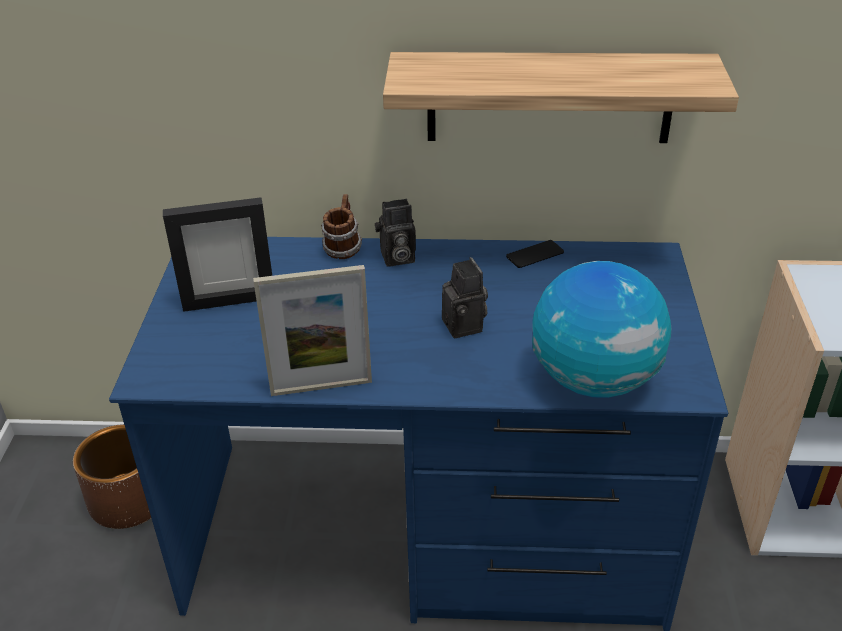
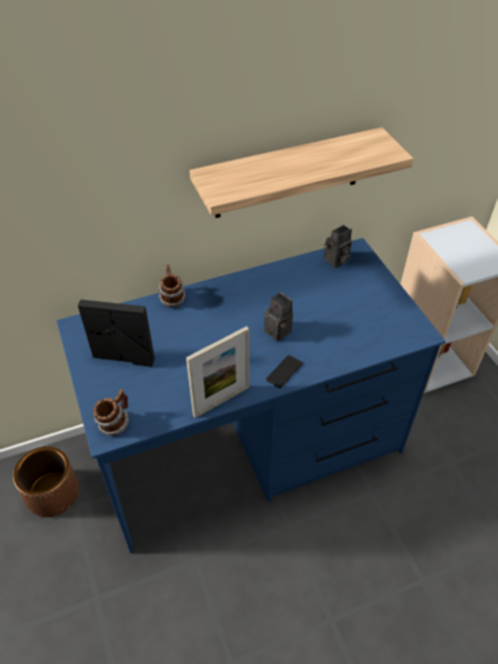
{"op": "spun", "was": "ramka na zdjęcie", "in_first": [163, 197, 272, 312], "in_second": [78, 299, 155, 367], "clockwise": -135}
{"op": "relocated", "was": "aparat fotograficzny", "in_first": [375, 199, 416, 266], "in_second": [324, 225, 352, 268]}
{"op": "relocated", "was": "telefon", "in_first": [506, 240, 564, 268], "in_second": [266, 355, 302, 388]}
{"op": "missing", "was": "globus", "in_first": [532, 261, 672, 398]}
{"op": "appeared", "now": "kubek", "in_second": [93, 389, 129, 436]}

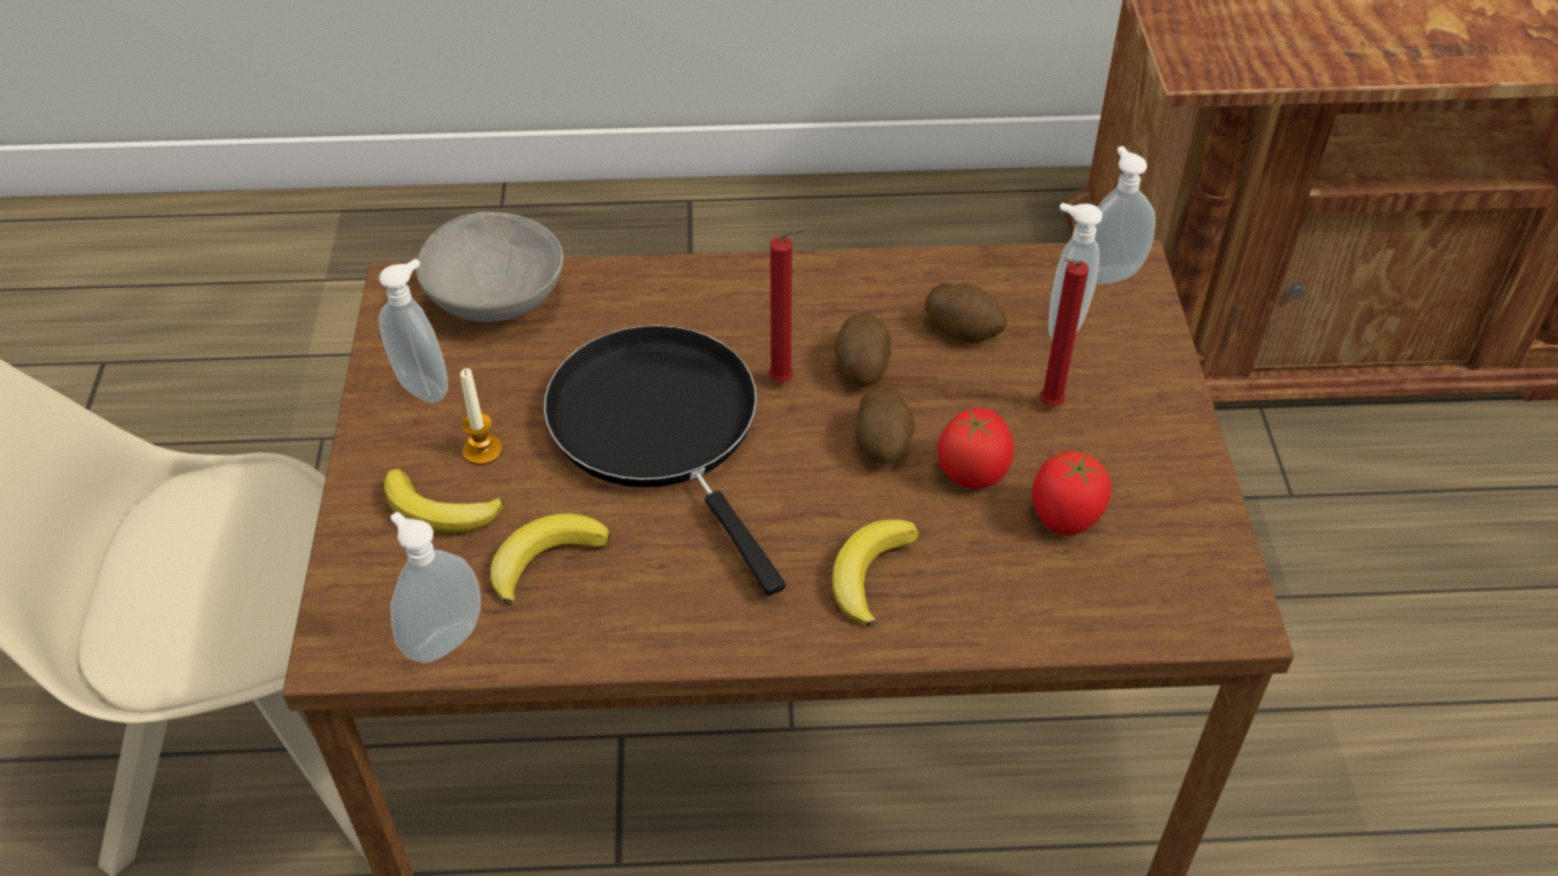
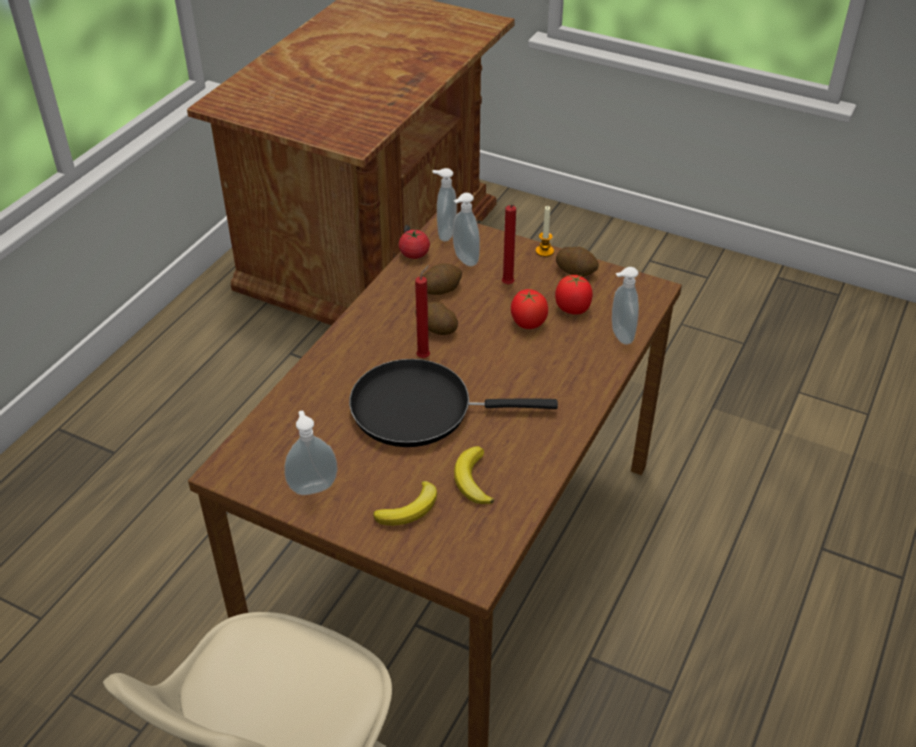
{"op": "missing", "was": "miska (szary)", "in_first": [416, 212, 563, 322]}
{"op": "relocated", "was": "świeca", "in_first": [460, 368, 502, 465], "in_second": [536, 206, 554, 257]}
{"op": "relocated", "was": "ziemniak", "in_first": [855, 387, 915, 464], "in_second": [556, 247, 599, 277]}
{"op": "relocated", "was": "dozownik mydła", "in_first": [391, 512, 481, 663], "in_second": [612, 267, 639, 345]}
{"op": "missing", "was": "banan", "in_first": [832, 519, 919, 628]}
{"op": "appeared", "now": "pomidor", "in_second": [399, 230, 430, 259]}

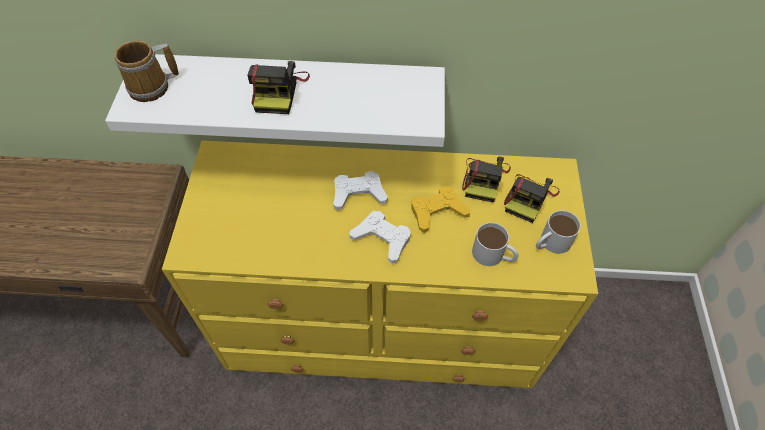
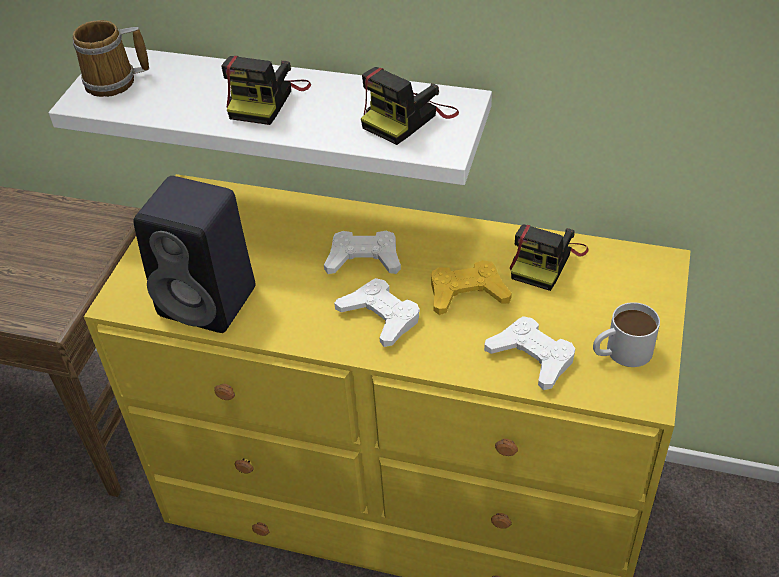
{"op": "relocated", "was": "aparat fotograficzny", "in_first": [504, 174, 559, 223], "in_second": [361, 67, 459, 145]}
{"op": "exchanged", "was": "kubek (biały)", "now": "pad do gier (biały)", "in_first": [472, 222, 519, 266], "in_second": [484, 316, 575, 390]}
{"op": "appeared", "now": "głośnik (czarny)", "in_second": [133, 176, 255, 333]}

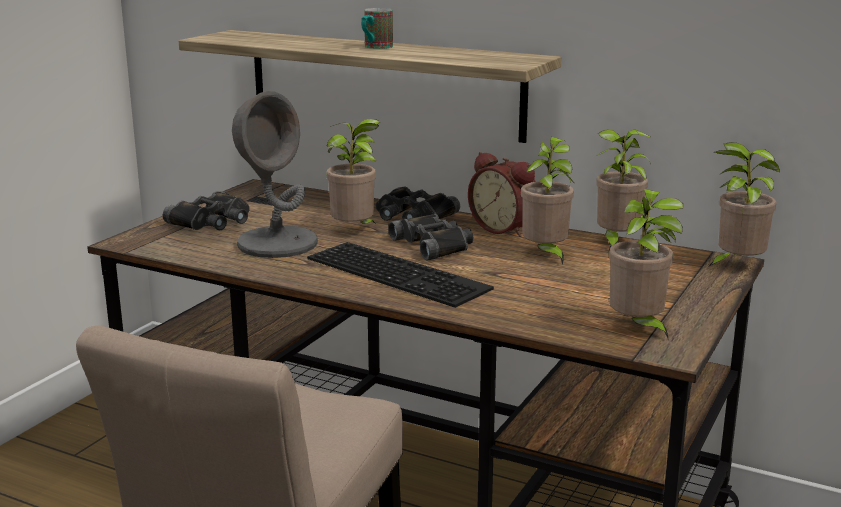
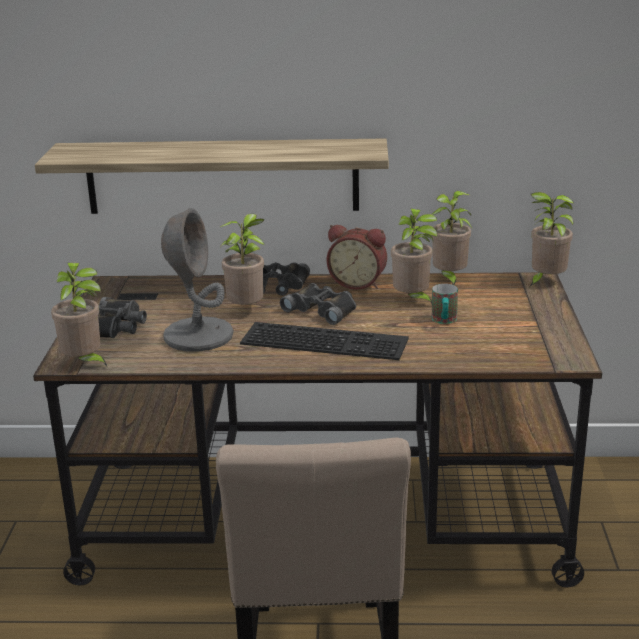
{"op": "relocated", "was": "kubek", "in_first": [361, 8, 393, 49], "in_second": [432, 284, 458, 324]}
{"op": "relocated", "was": "roślina doniczkowa", "in_first": [609, 189, 683, 340], "in_second": [51, 263, 108, 368]}

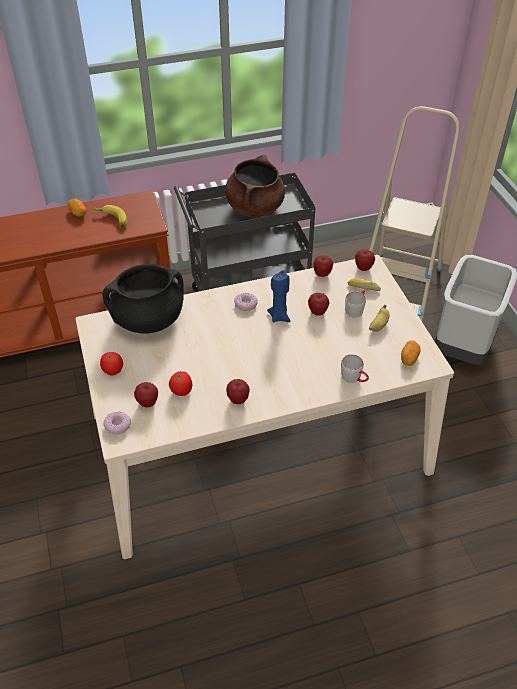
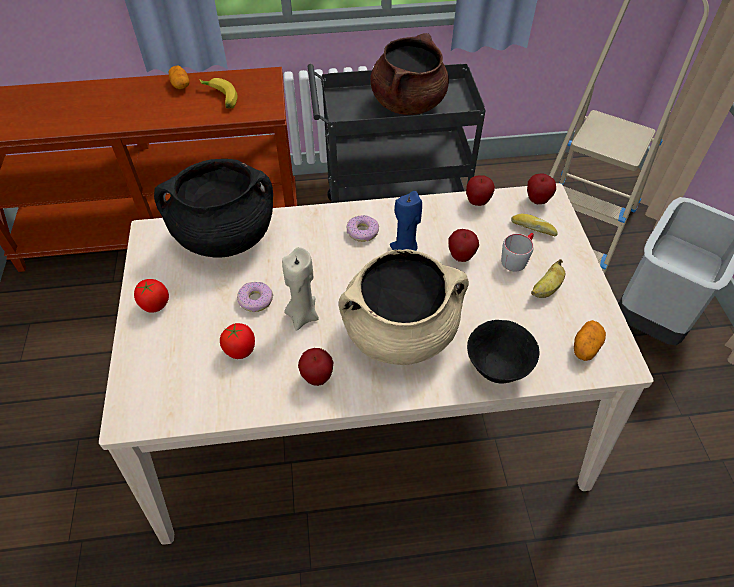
{"op": "exchanged", "was": "kubek (szary)", "now": "miska (czarny)", "in_first": [341, 354, 369, 383], "in_second": [467, 320, 540, 383]}
{"op": "missing", "was": "jabłko", "in_first": [134, 382, 158, 407]}
{"op": "relocated", "was": "donut", "in_first": [104, 412, 131, 435], "in_second": [237, 282, 273, 312]}
{"op": "appeared", "now": "świeca (beżowy)", "in_second": [282, 247, 319, 331]}
{"op": "appeared", "now": "garnek (beżowy)", "in_second": [339, 249, 469, 365]}

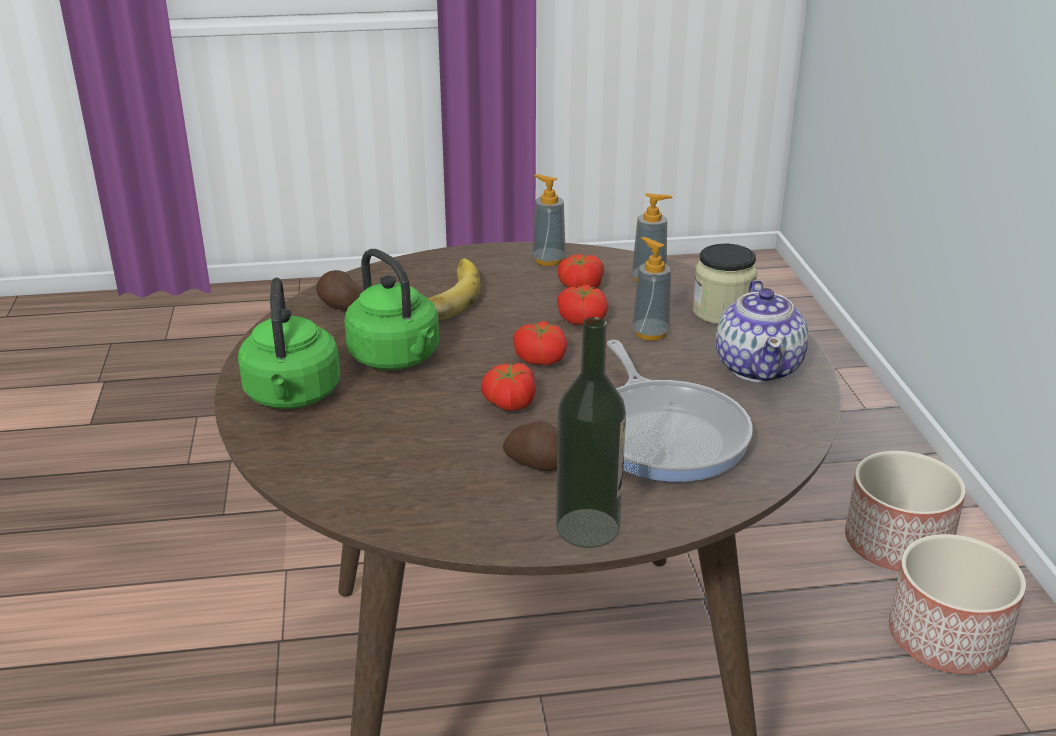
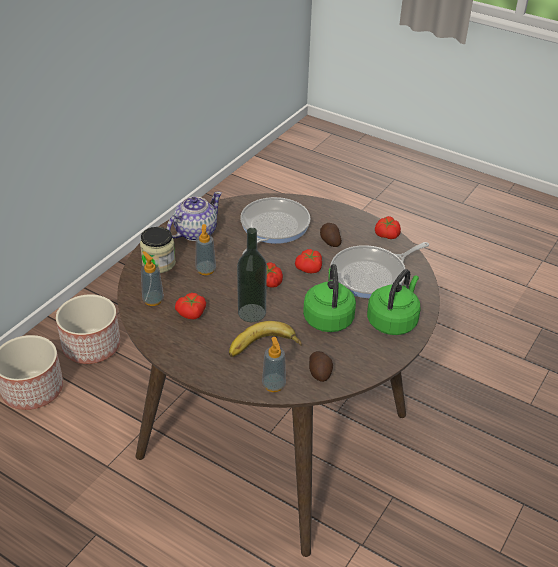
{"op": "relocated", "was": "dozownik mydła", "in_first": [532, 174, 566, 266], "in_second": [262, 337, 286, 392]}
{"op": "relocated", "was": "pomidor", "in_first": [557, 284, 608, 325], "in_second": [375, 216, 401, 239]}
{"op": "relocated", "was": "butelka", "in_first": [556, 317, 626, 548], "in_second": [237, 228, 267, 322]}
{"op": "appeared", "now": "patelnia", "in_second": [330, 242, 429, 298]}

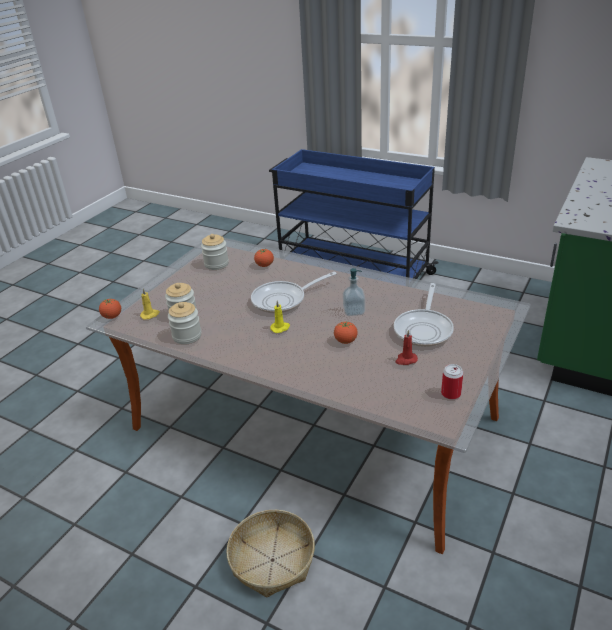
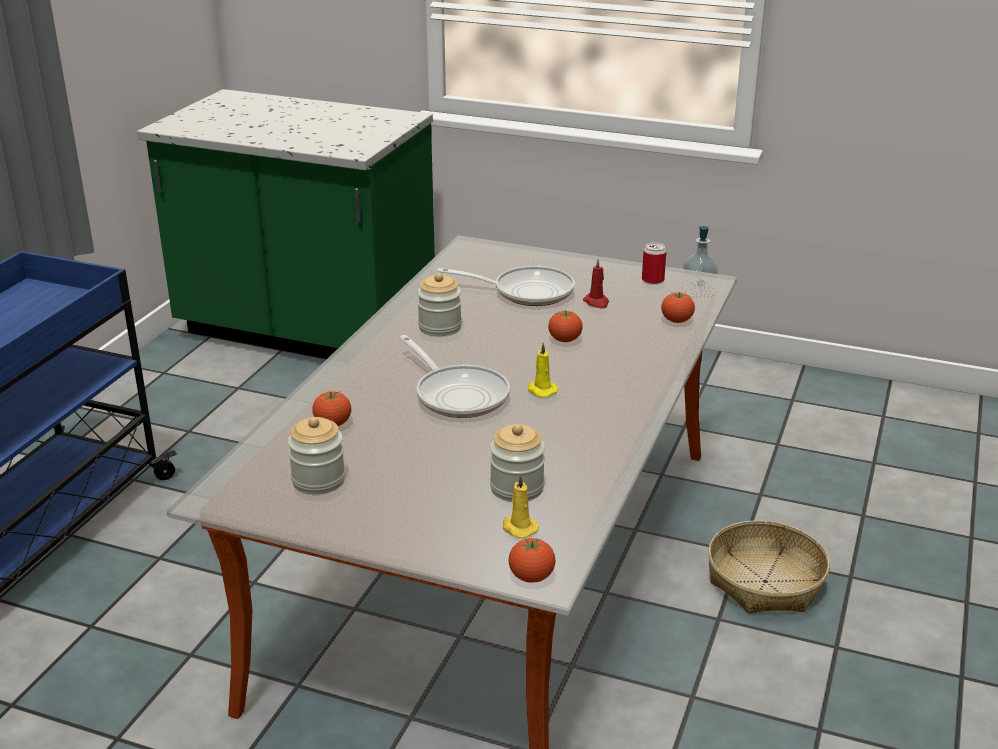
{"op": "relocated", "was": "dozownik mydła", "in_first": [343, 268, 365, 316], "in_second": [682, 226, 718, 297]}
{"op": "relocated", "was": "słoik", "in_first": [168, 302, 202, 344], "in_second": [417, 273, 462, 336]}
{"op": "appeared", "now": "pomidor", "in_second": [661, 292, 695, 323]}

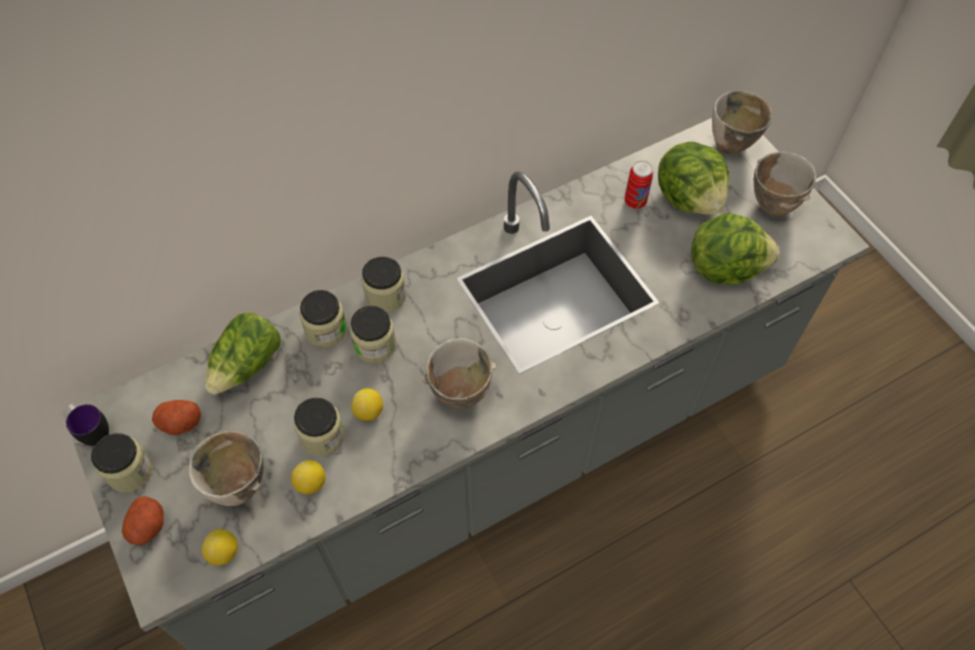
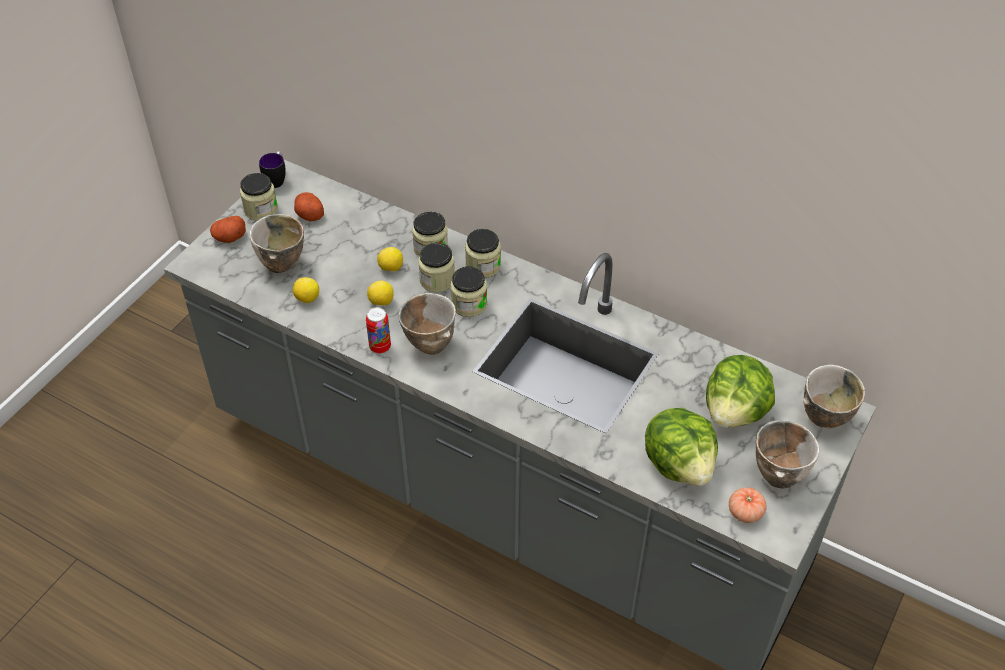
{"op": "relocated", "was": "puszka", "in_first": [625, 161, 653, 209], "in_second": [366, 307, 391, 354]}
{"op": "missing", "was": "sałata", "in_first": [205, 312, 281, 395]}
{"op": "relocated", "was": "słoik", "in_first": [294, 397, 345, 456], "in_second": [450, 266, 487, 317]}
{"op": "relocated", "was": "cytryna", "in_first": [202, 529, 238, 566], "in_second": [377, 247, 403, 271]}
{"op": "appeared", "now": "pomidor", "in_second": [729, 488, 767, 523]}

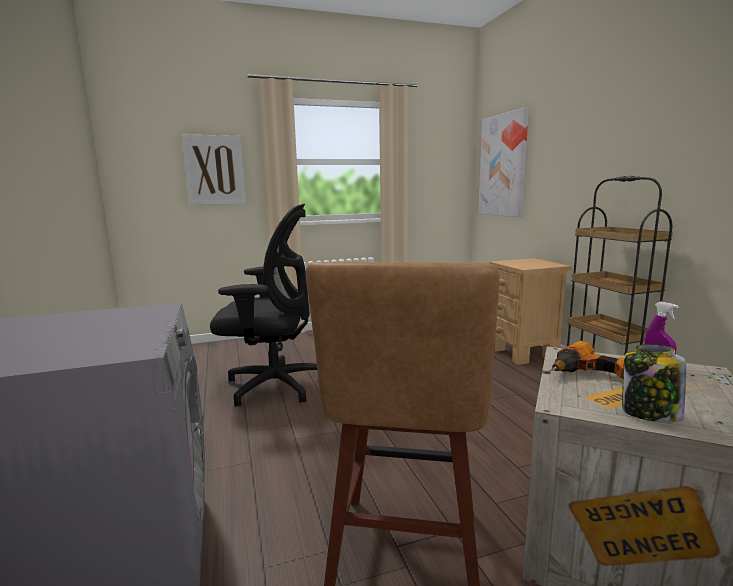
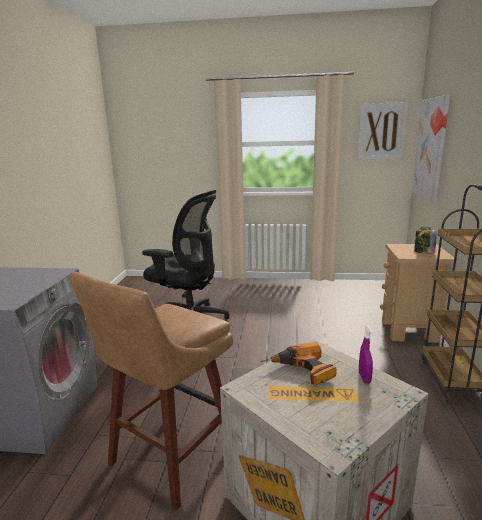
{"op": "relocated", "was": "obraz", "in_first": [181, 134, 246, 205], "in_second": [357, 102, 408, 160]}
{"op": "relocated", "was": "słoik", "in_first": [622, 344, 686, 422], "in_second": [414, 227, 437, 254]}

